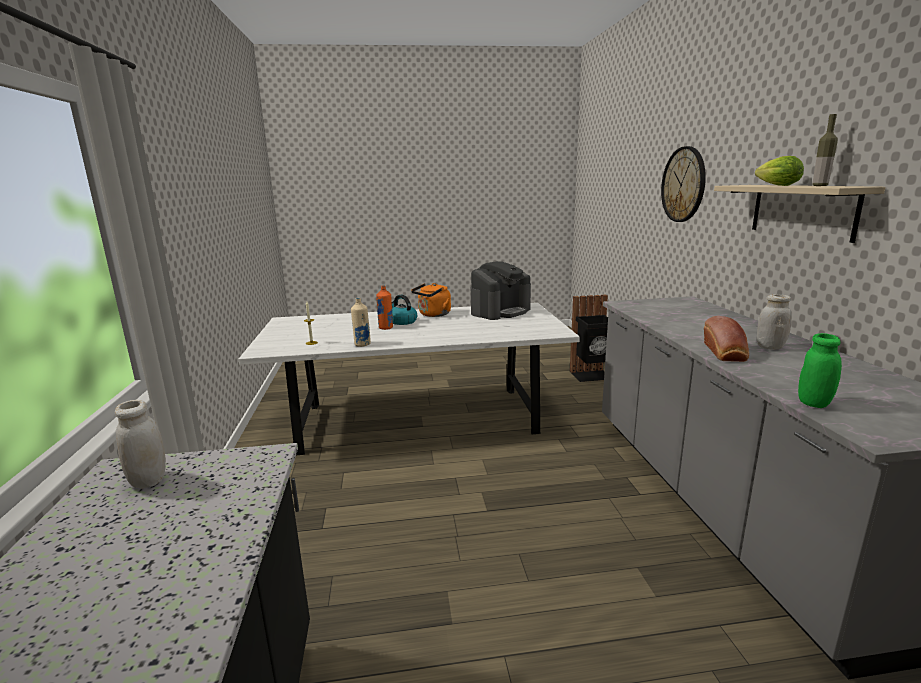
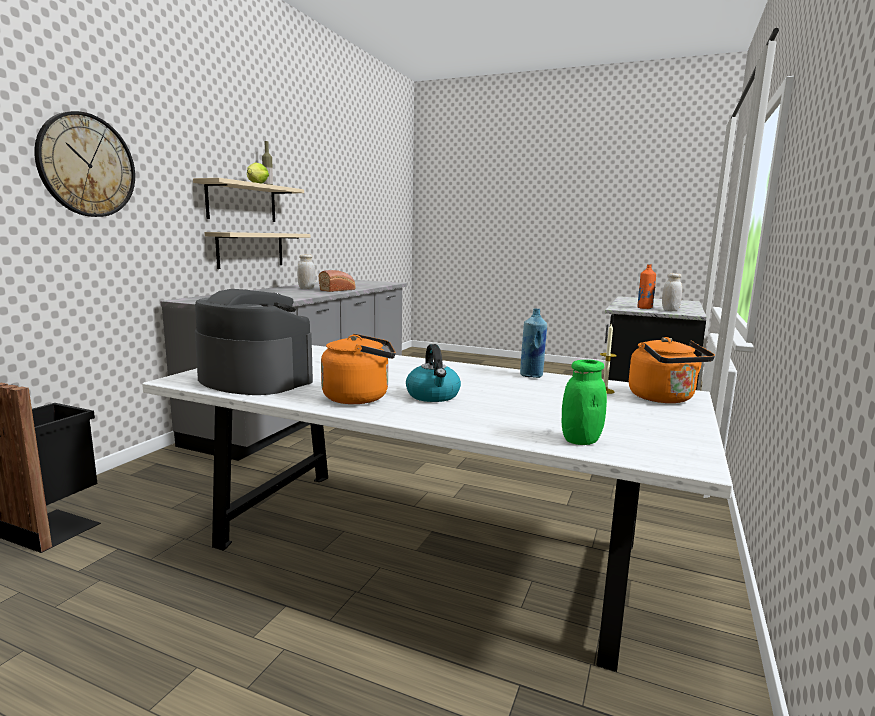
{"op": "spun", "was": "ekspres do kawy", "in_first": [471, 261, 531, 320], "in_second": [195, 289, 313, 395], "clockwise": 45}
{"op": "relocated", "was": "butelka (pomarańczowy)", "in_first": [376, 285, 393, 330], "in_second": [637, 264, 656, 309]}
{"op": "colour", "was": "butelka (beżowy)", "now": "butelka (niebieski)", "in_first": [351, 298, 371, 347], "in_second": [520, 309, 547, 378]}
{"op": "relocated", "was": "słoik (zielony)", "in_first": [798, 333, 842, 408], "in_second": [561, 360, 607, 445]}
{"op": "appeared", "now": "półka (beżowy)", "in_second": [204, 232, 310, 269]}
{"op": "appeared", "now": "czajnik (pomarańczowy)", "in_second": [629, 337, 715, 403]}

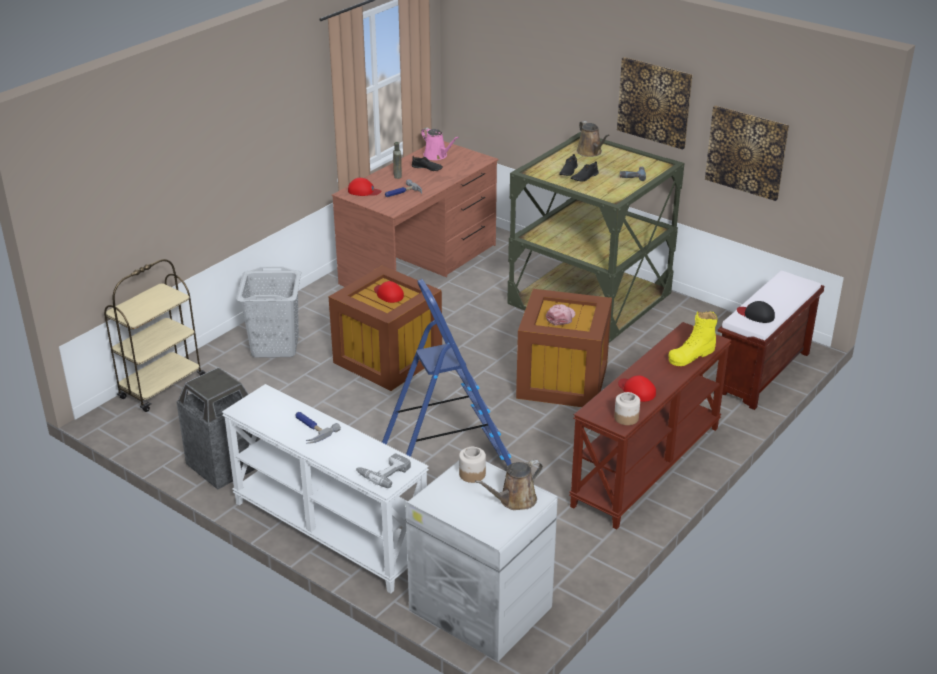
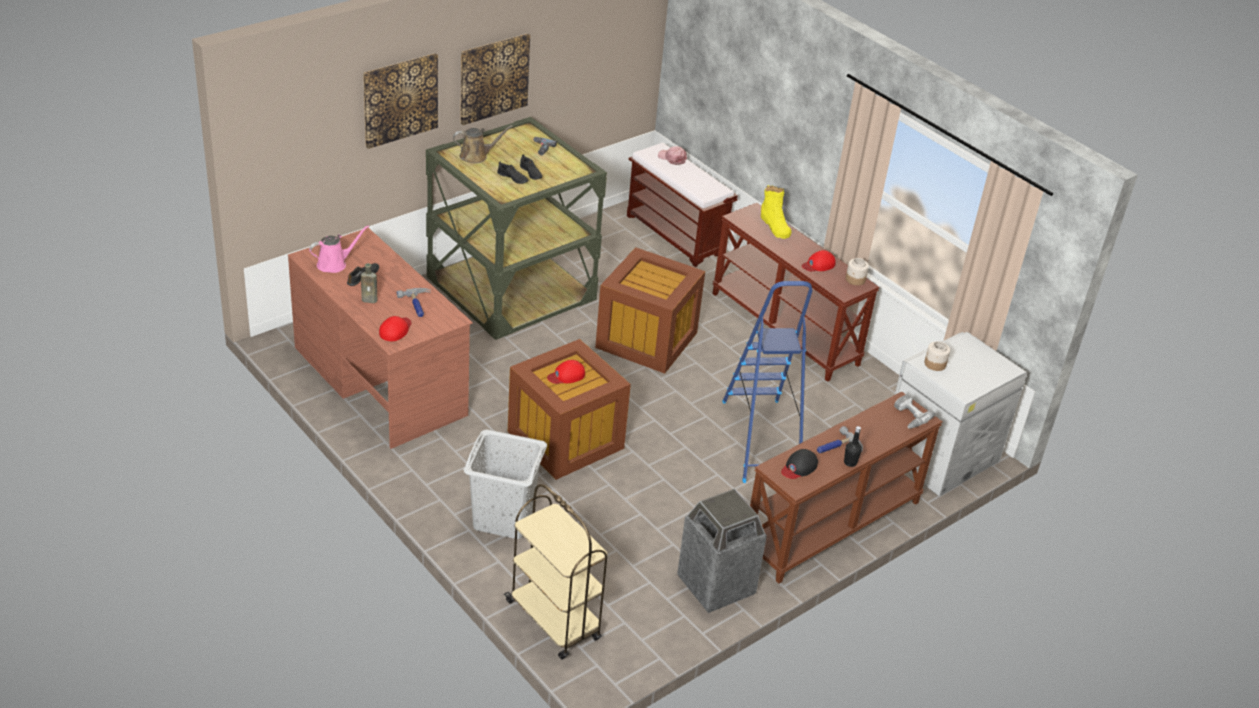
{"op": "relocated", "was": "obraz", "in_first": [705, 105, 789, 201], "in_second": [363, 53, 438, 149]}
{"op": "relocated", "was": "czapka z daszkiem (czarny)", "in_first": [737, 301, 775, 323], "in_second": [781, 449, 818, 479]}
{"op": "relocated", "was": "czapka z daszkiem (różowy)", "in_first": [546, 304, 575, 326], "in_second": [658, 146, 687, 165]}
{"op": "colour", "was": "stolik konsolowy (biały)", "now": "stolik konsolowy (brązowy)", "in_first": [222, 384, 429, 593], "in_second": [750, 391, 943, 584]}
{"op": "missing", "was": "konewka (brązowy)", "in_first": [475, 460, 543, 510]}
{"op": "appeared", "now": "butelka (czarny)", "in_second": [844, 426, 862, 467]}

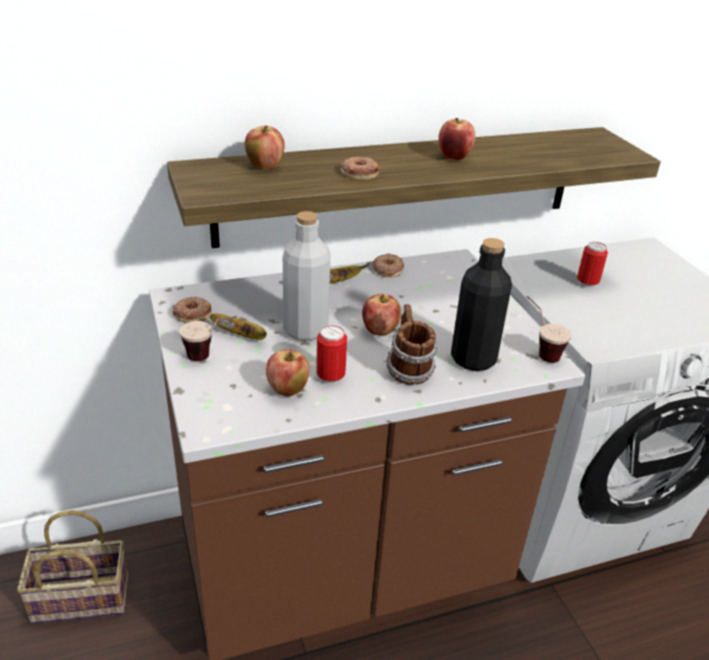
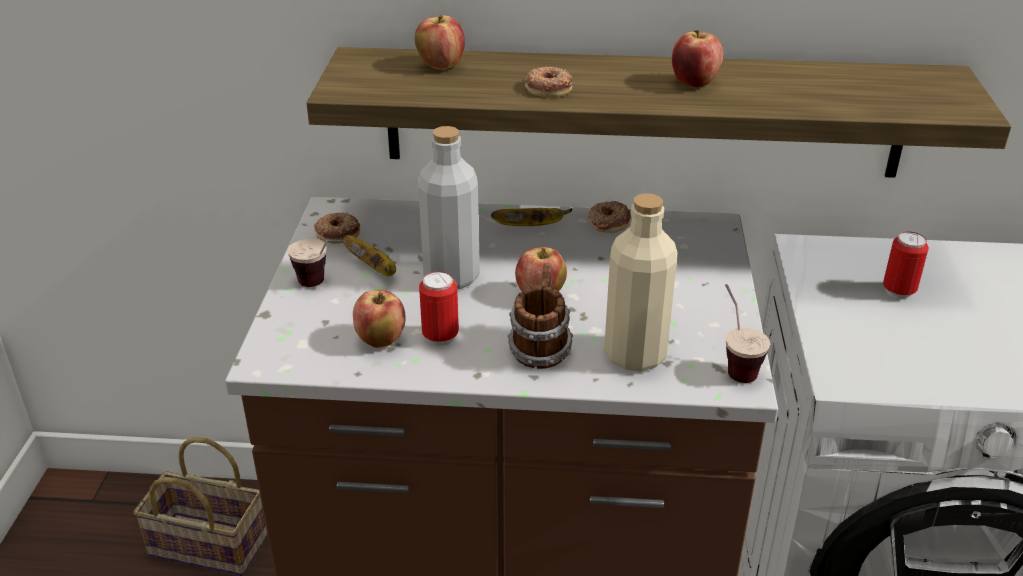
{"op": "colour", "was": "butelka (czarny)", "now": "butelka (beżowy)", "in_first": [451, 238, 512, 371], "in_second": [604, 193, 678, 371]}

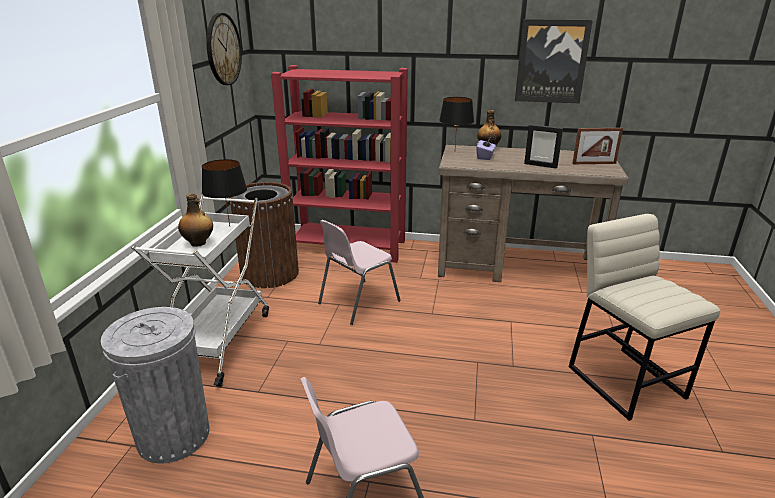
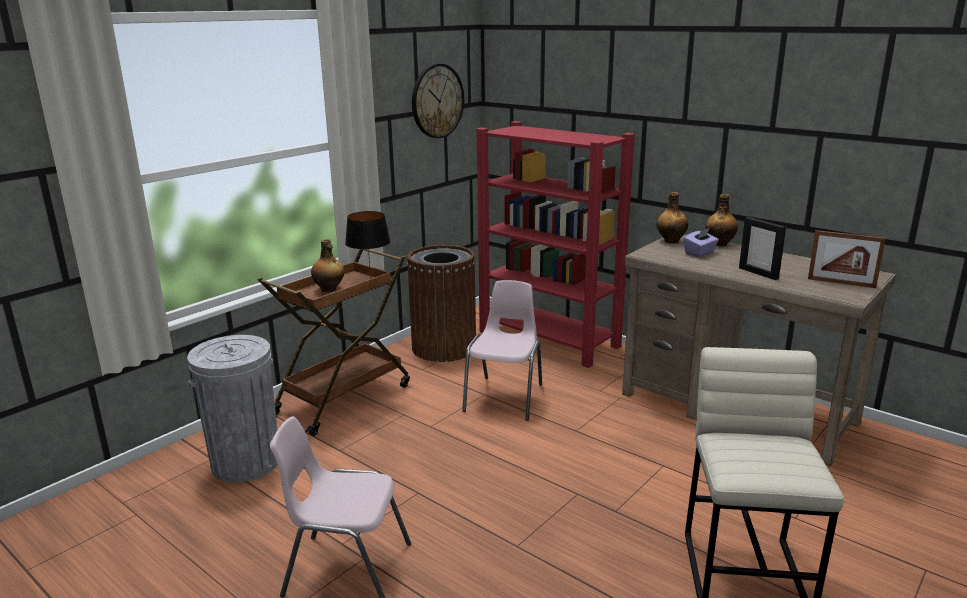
{"op": "missing", "was": "obraz", "in_first": [515, 19, 593, 103]}
{"op": "exchanged", "was": "lampa stołowa (czarny)", "now": "butelka", "in_first": [439, 97, 474, 146], "in_second": [656, 192, 688, 243]}
{"op": "colour", "was": "wózek (biały)", "now": "wózek (brązowy)", "in_first": [131, 195, 269, 387], "in_second": [257, 249, 410, 436]}
{"op": "spun", "was": "krzesło (różowy)", "in_first": [318, 220, 401, 325], "in_second": [462, 280, 542, 421], "clockwise": 120}

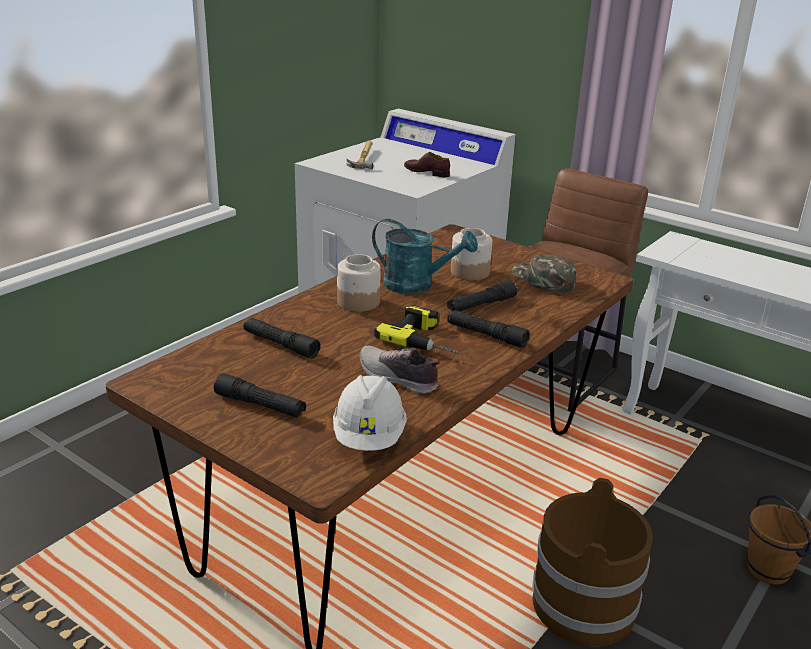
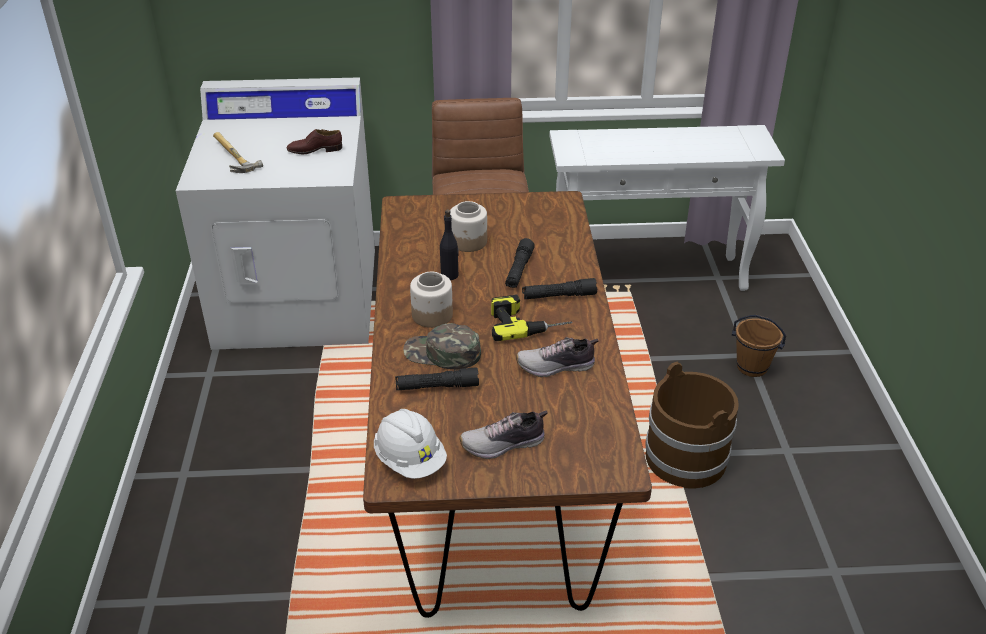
{"op": "exchanged", "was": "konewka (turkusowy)", "now": "butelka (czarny)", "in_first": [372, 219, 478, 294], "in_second": [440, 209, 459, 280]}
{"op": "relocated", "was": "czapka z daszkiem (zielony)", "in_first": [512, 255, 576, 293], "in_second": [403, 323, 481, 370]}
{"op": "exchanged", "was": "latarka (czarny)", "now": "but", "in_first": [214, 373, 306, 418], "in_second": [460, 410, 548, 459]}
{"op": "relocated", "was": "kask (biały)", "in_first": [333, 375, 407, 451], "in_second": [374, 409, 447, 479]}

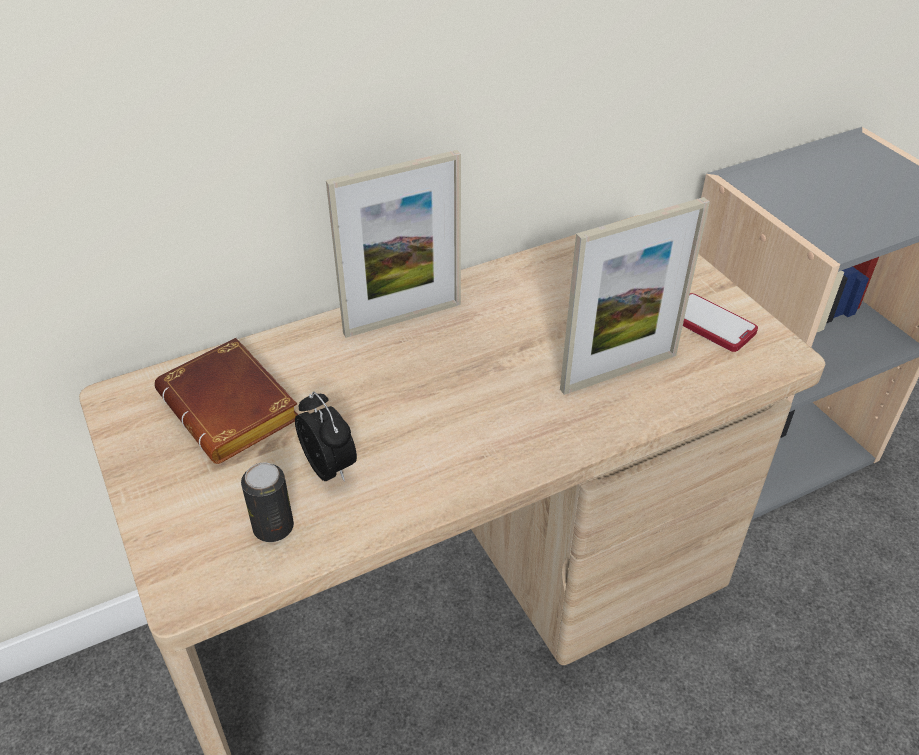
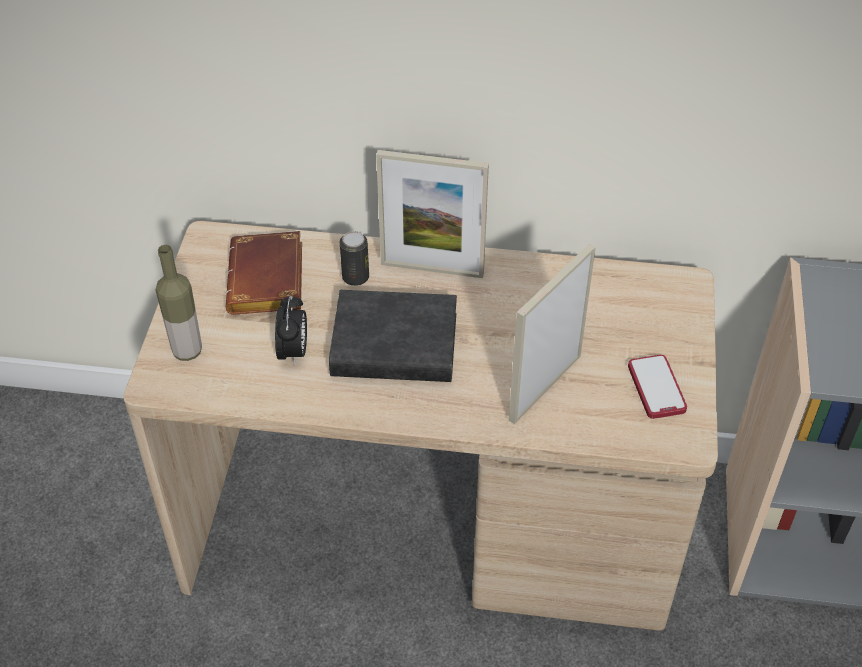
{"op": "spun", "was": "ramka na zdjęcie", "in_first": [560, 197, 710, 395], "in_second": [509, 244, 596, 424], "clockwise": 120}
{"op": "relocated", "was": "puszka", "in_first": [241, 463, 294, 542], "in_second": [340, 231, 369, 286]}
{"op": "appeared", "now": "butelka", "in_second": [156, 245, 202, 361]}
{"op": "appeared", "now": "książka (czarny)", "in_second": [329, 290, 457, 382]}

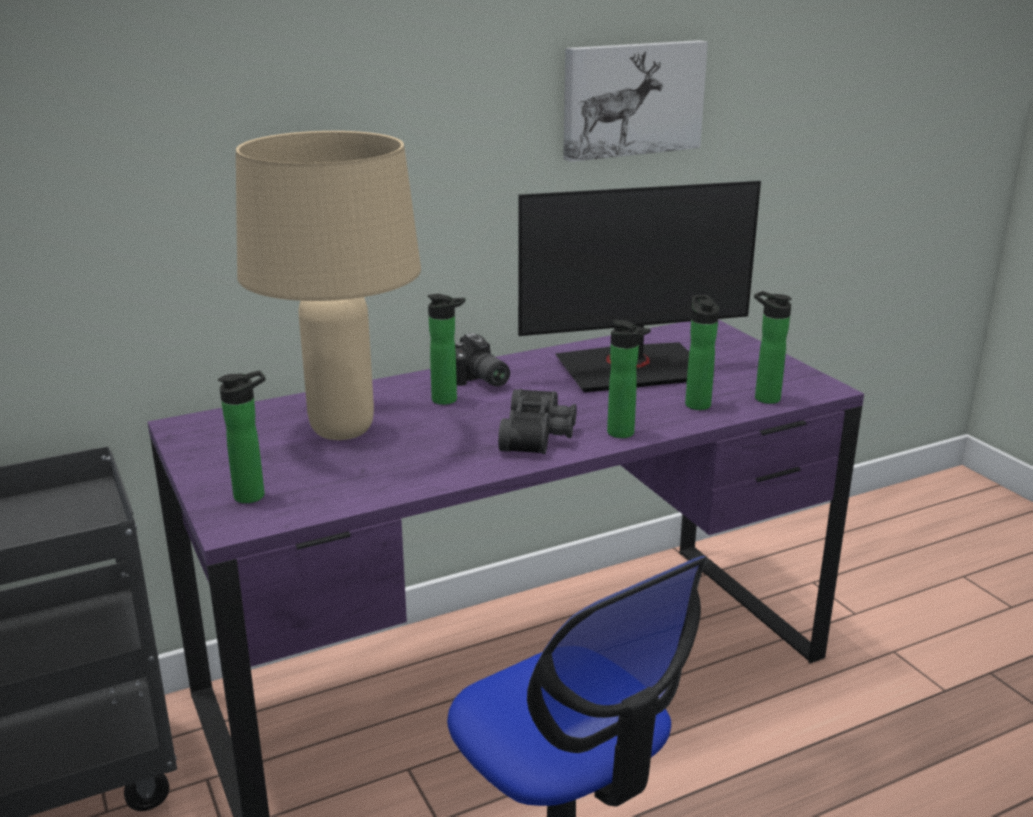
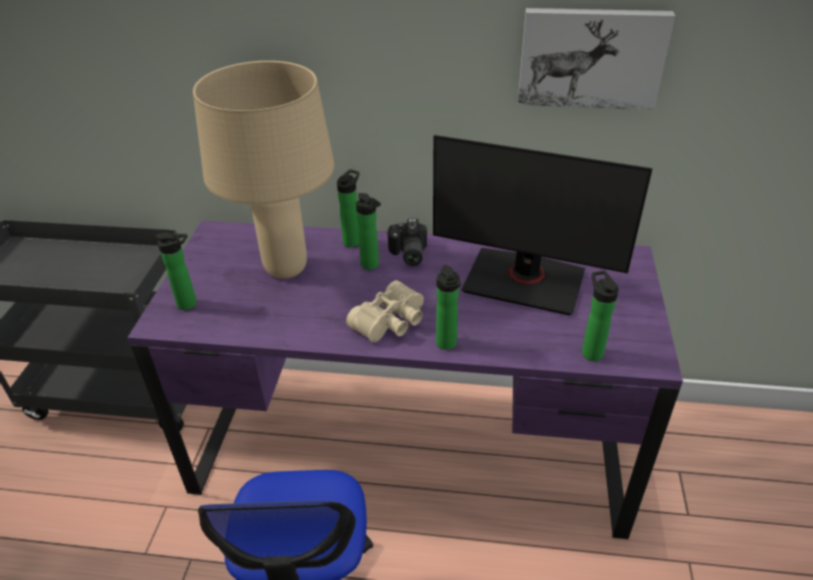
{"op": "relocated", "was": "butelka", "in_first": [685, 295, 719, 410], "in_second": [337, 169, 360, 247]}
{"op": "colour", "was": "lornetka (czarny)", "now": "lornetka (beżowy)", "in_first": [498, 389, 577, 454], "in_second": [346, 280, 424, 342]}

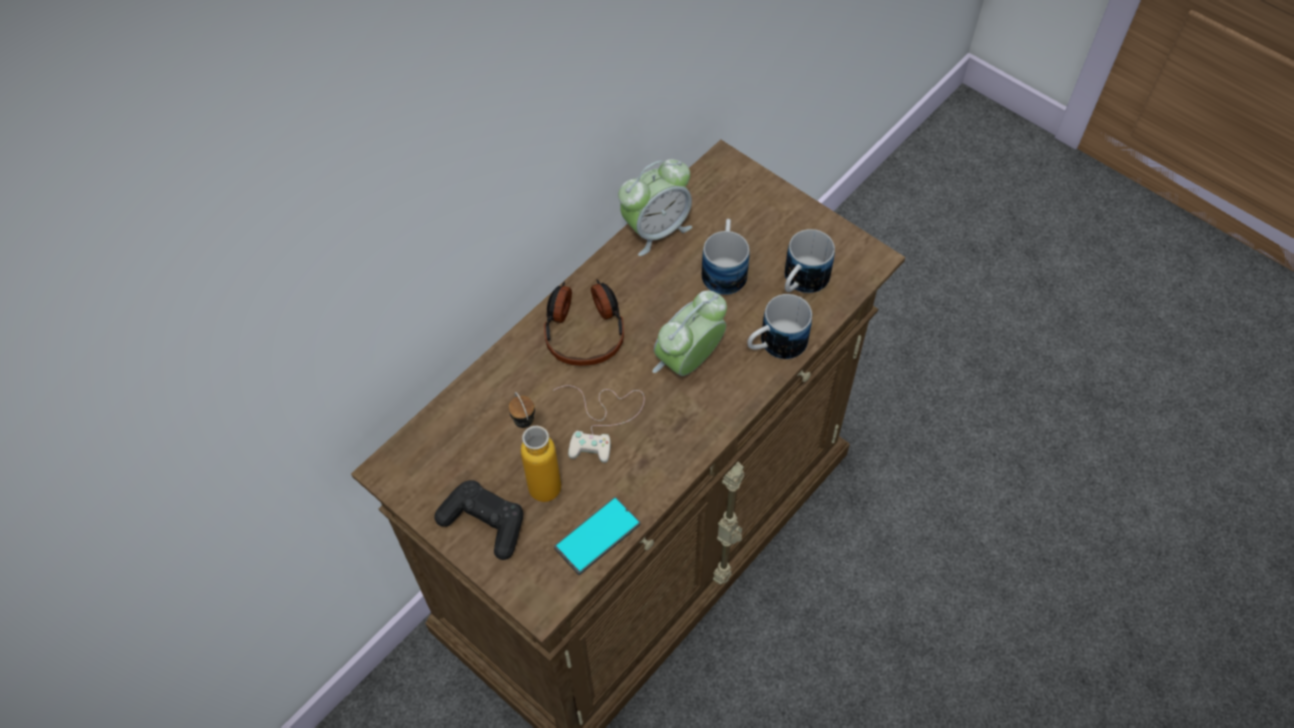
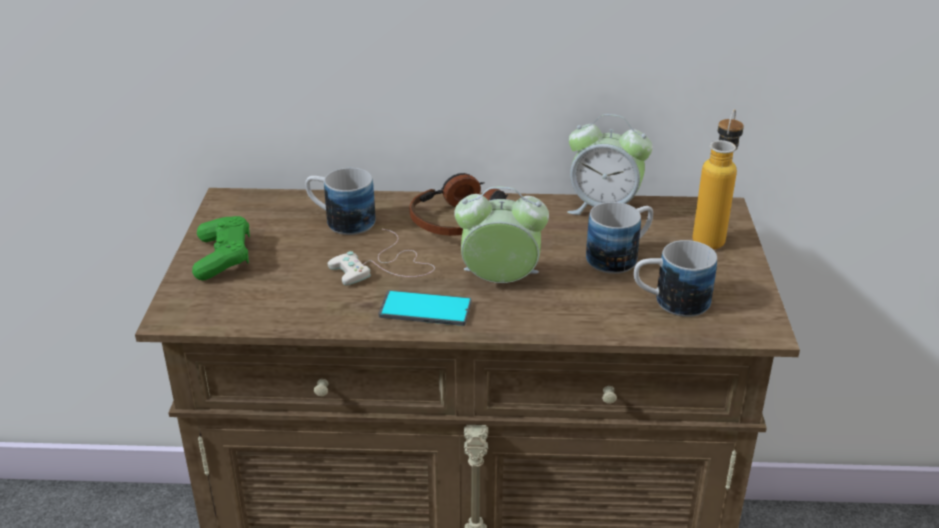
{"op": "relocated", "was": "kubek", "in_first": [747, 294, 812, 359], "in_second": [305, 168, 376, 235]}
{"op": "relocated", "was": "butelka", "in_first": [509, 392, 561, 502], "in_second": [693, 109, 744, 250]}
{"op": "colour", "was": "pad do gier (czarny)", "now": "pad do gier (zielony)", "in_first": [435, 480, 523, 560], "in_second": [192, 216, 250, 281]}
{"op": "relocated", "was": "telefon", "in_first": [554, 497, 640, 575], "in_second": [378, 290, 472, 326]}

